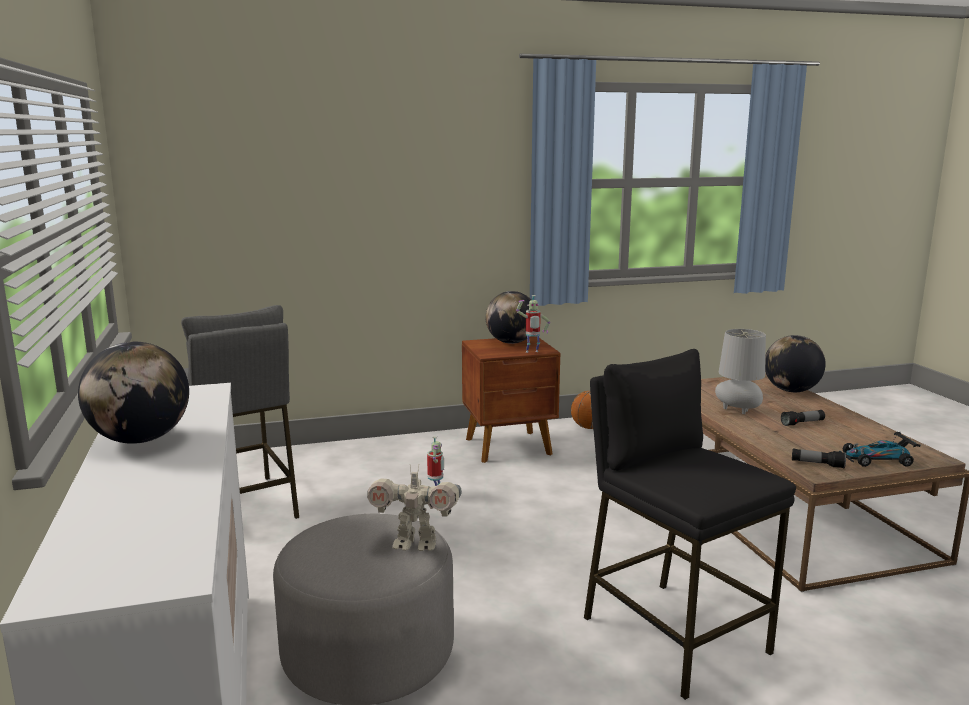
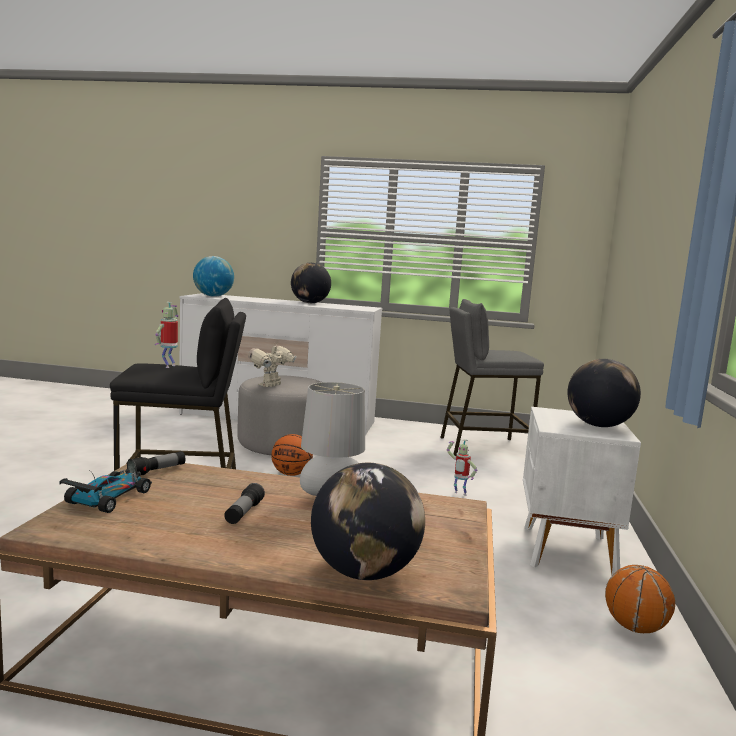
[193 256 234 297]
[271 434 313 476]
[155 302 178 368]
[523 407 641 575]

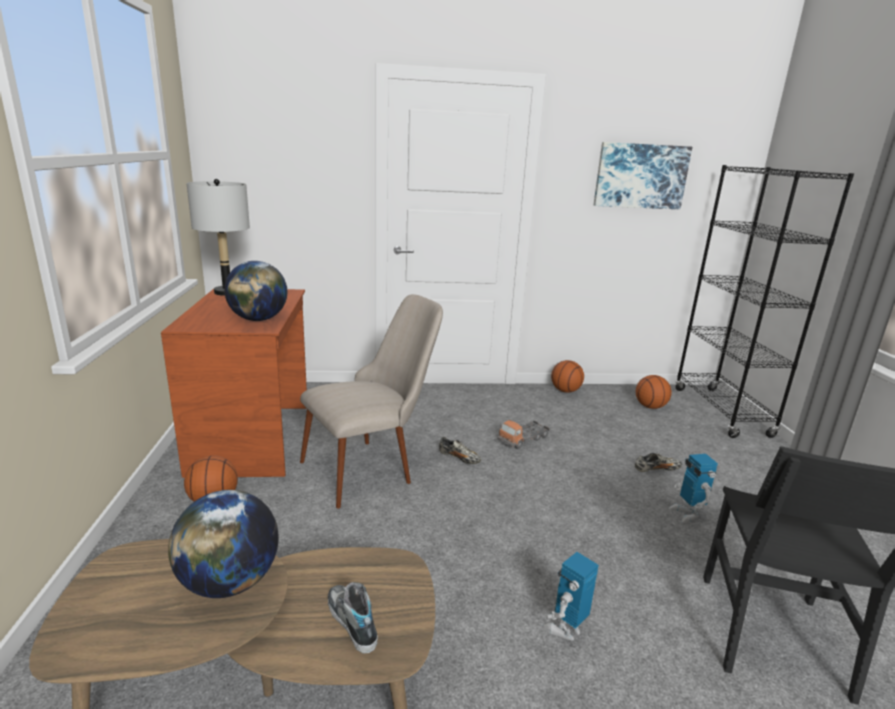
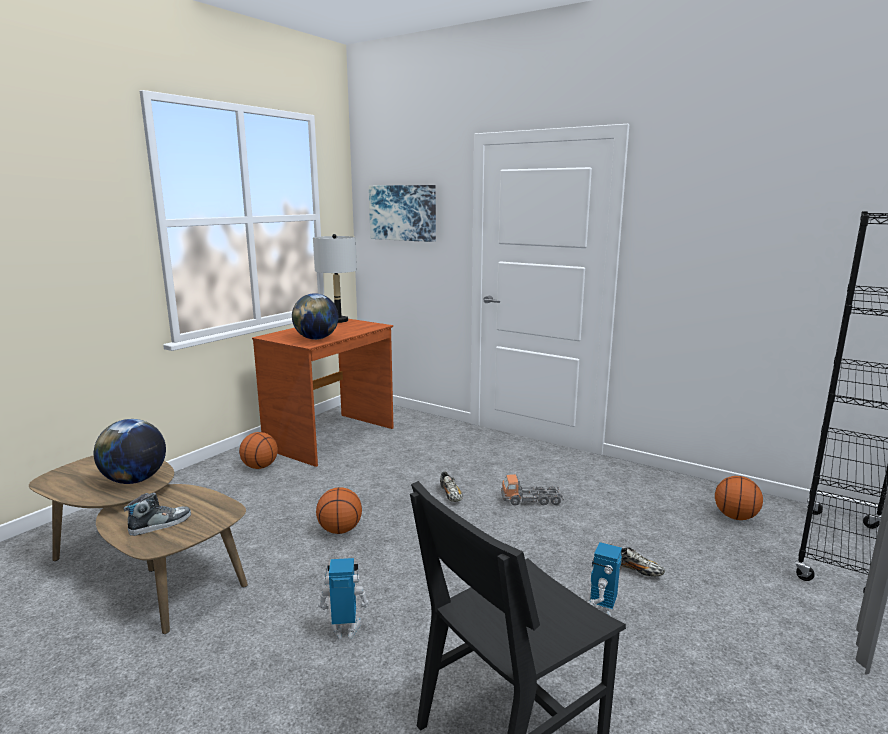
[300 294 443 509] (first image)
[316 487 362 534]
[369 185 436 242]
[124 493 191 536]

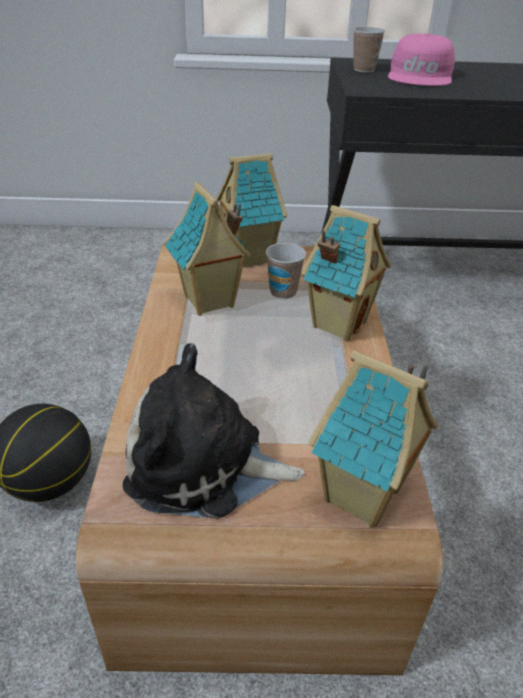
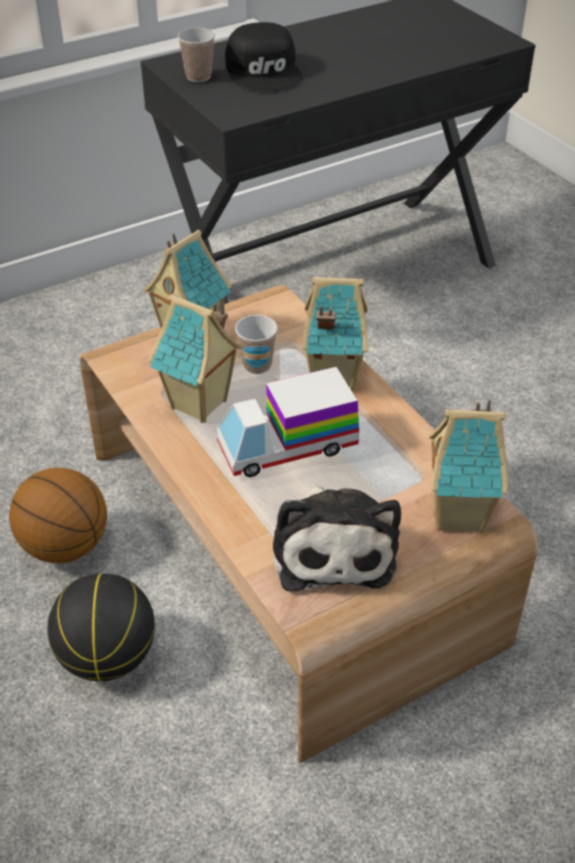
[9 468 107 563]
[217 367 359 477]
[225 22 303 91]
[273 485 401 592]

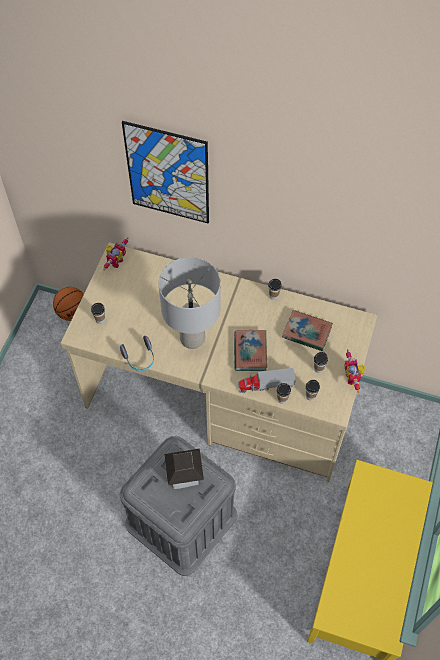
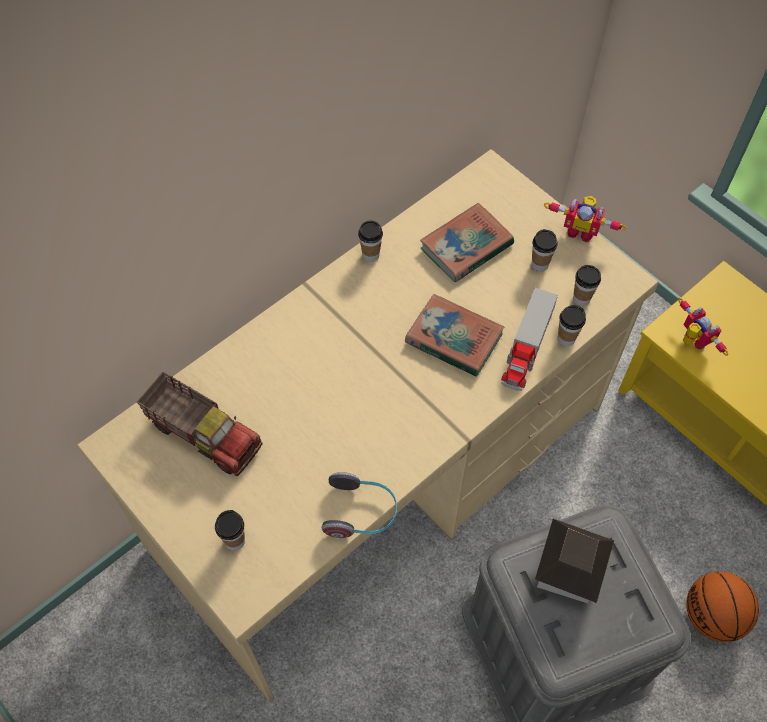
[122 121 209 224] (first image)
[158 257 221 349] (first image)
[137 371 263 476]
[686 571 759 642]
[678 298 728 356]

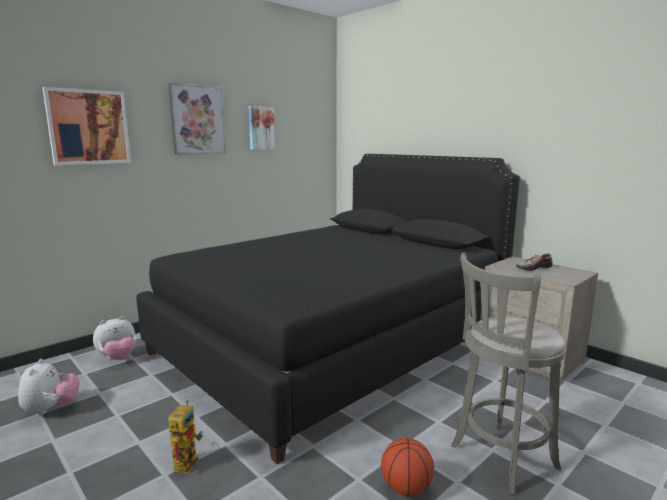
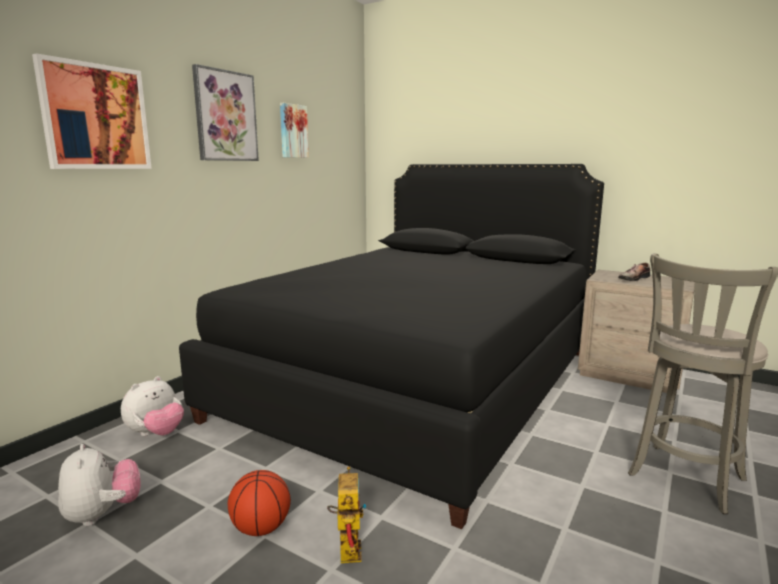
[228 470 291 536]

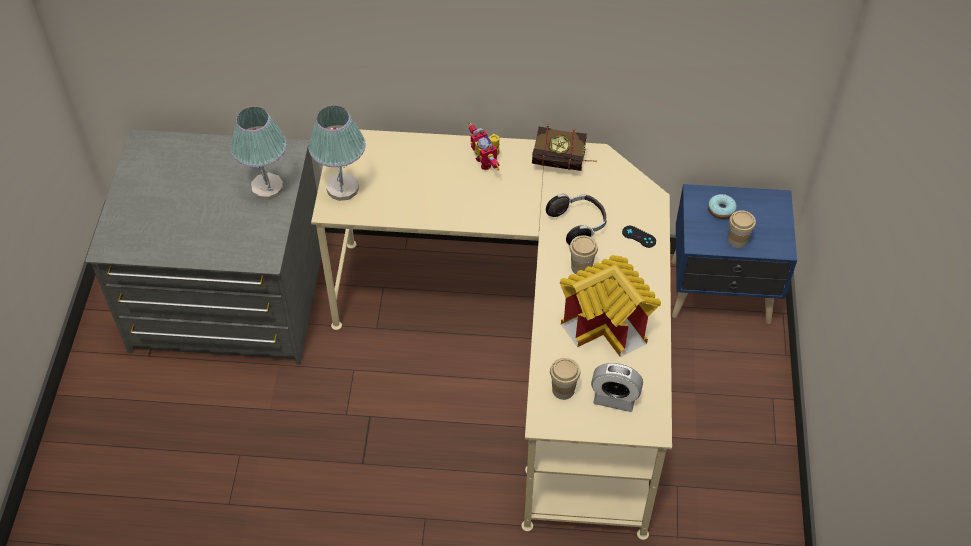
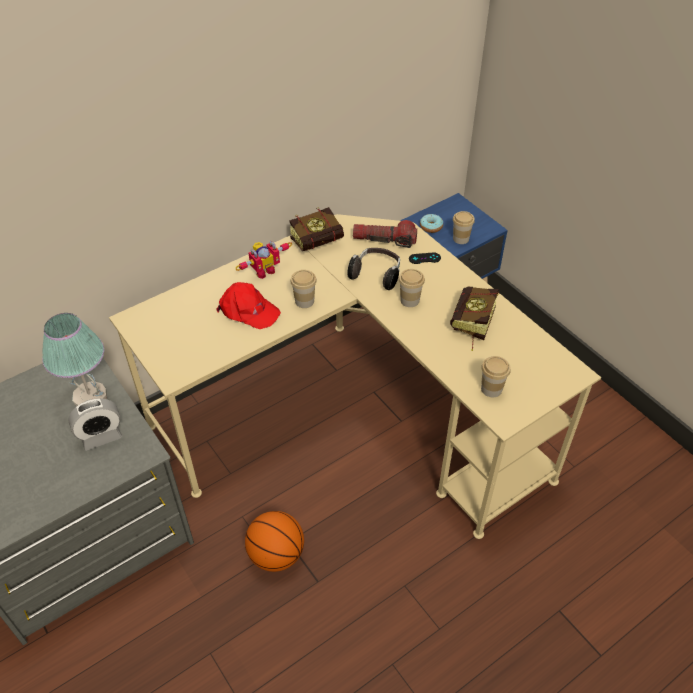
[308 106 366 201] (first image)
[216 282 281 329]
[245 511 304 572]
[290 270 317 308]
[353 220 417 248]
[68 398 122 451]
[450 286 499 351]
[236 241 292 279]

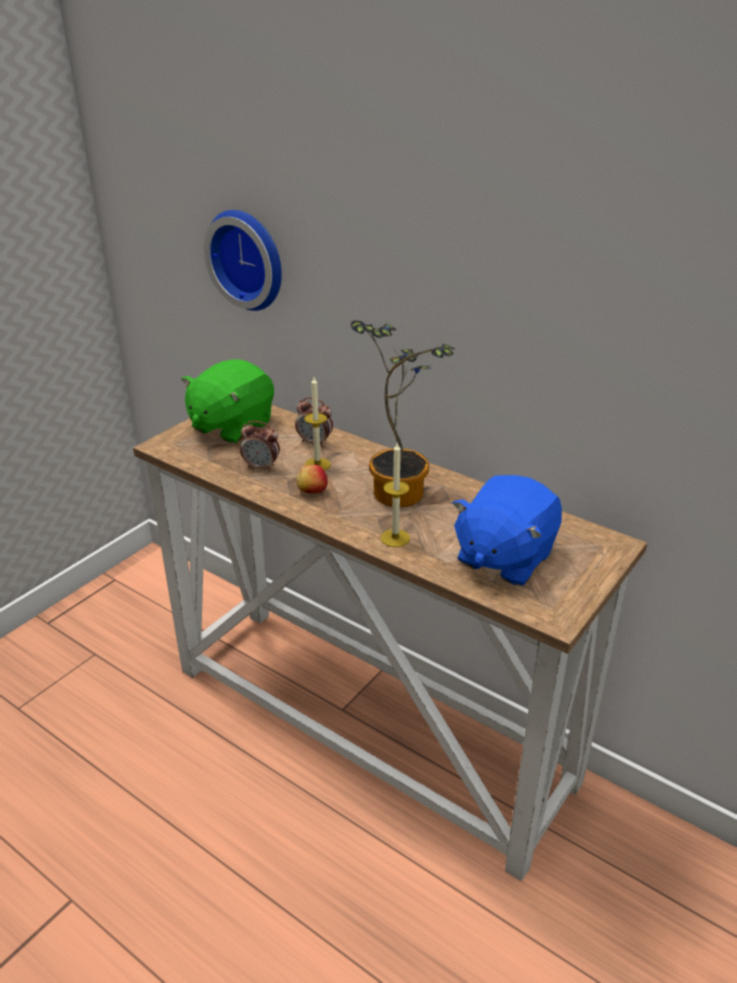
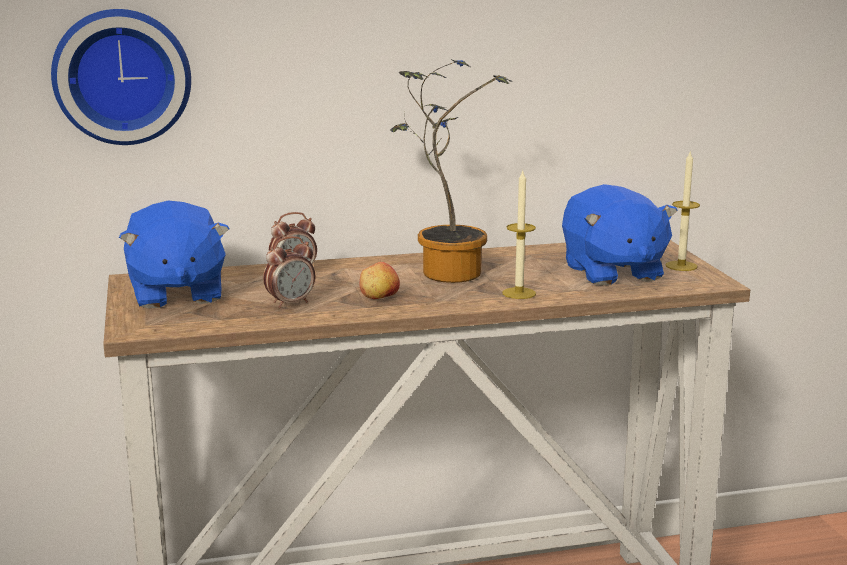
[665 150 700 271]
[119 200 230 309]

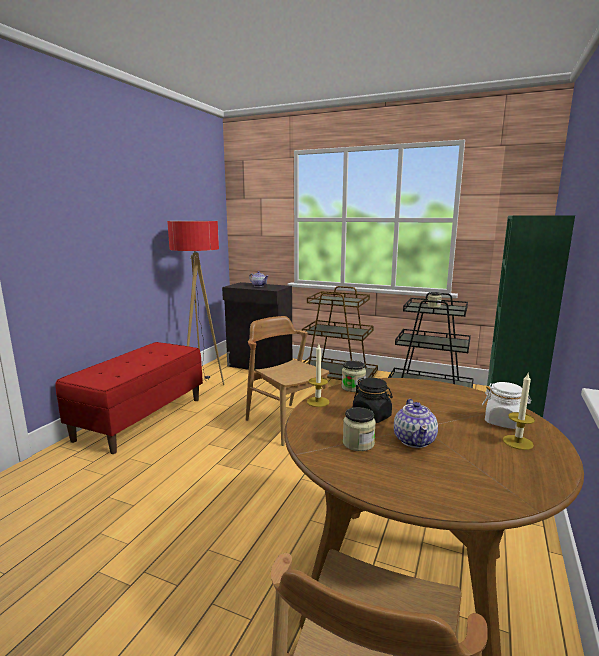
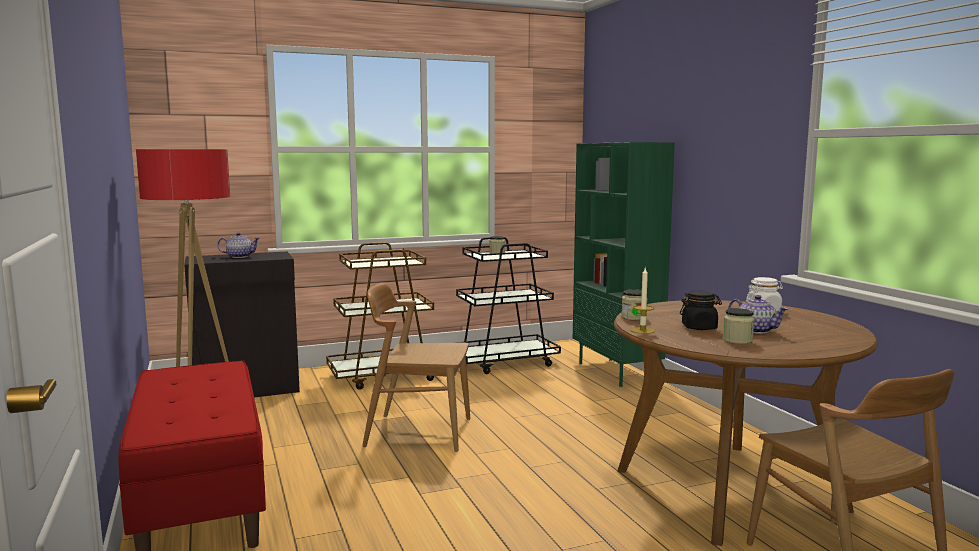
[503 373 535 450] (first image)

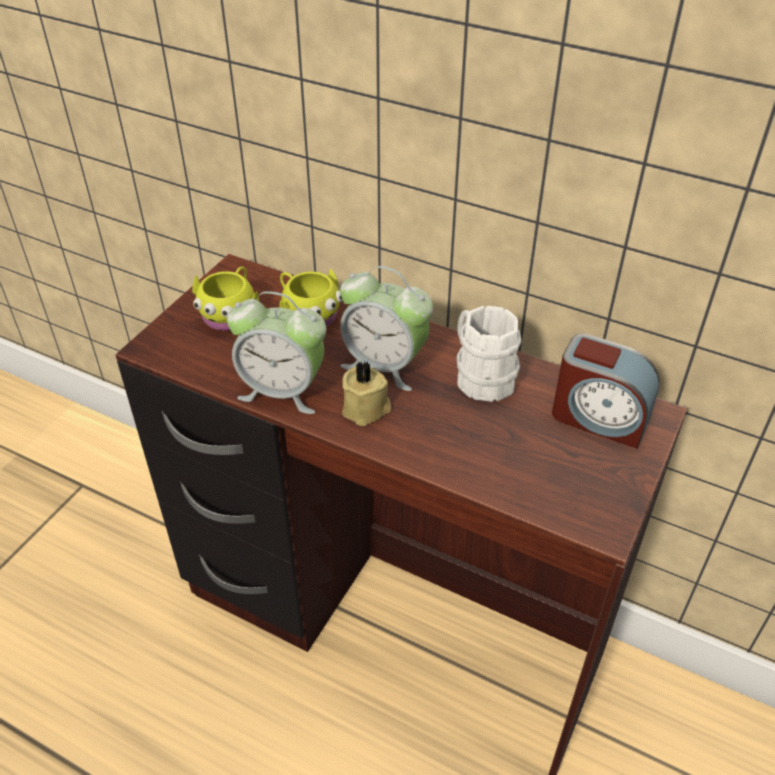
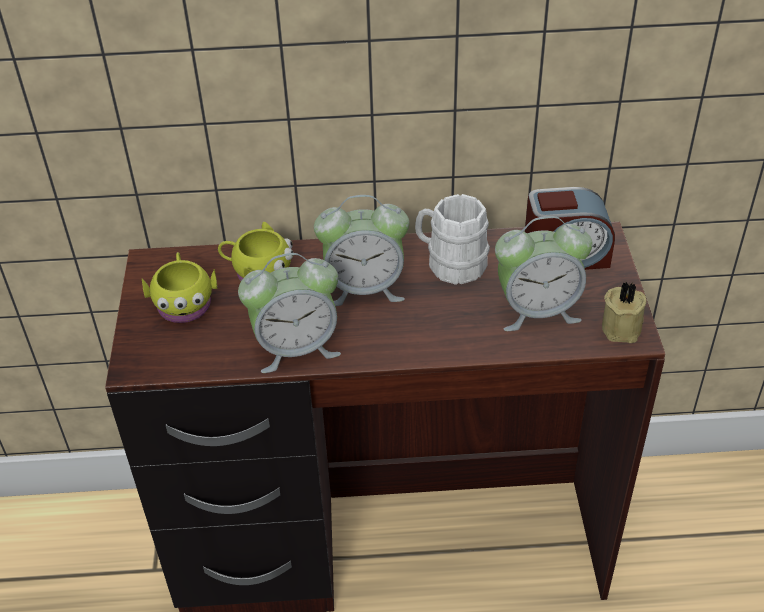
[495 216 593 331]
[602 282 647 343]

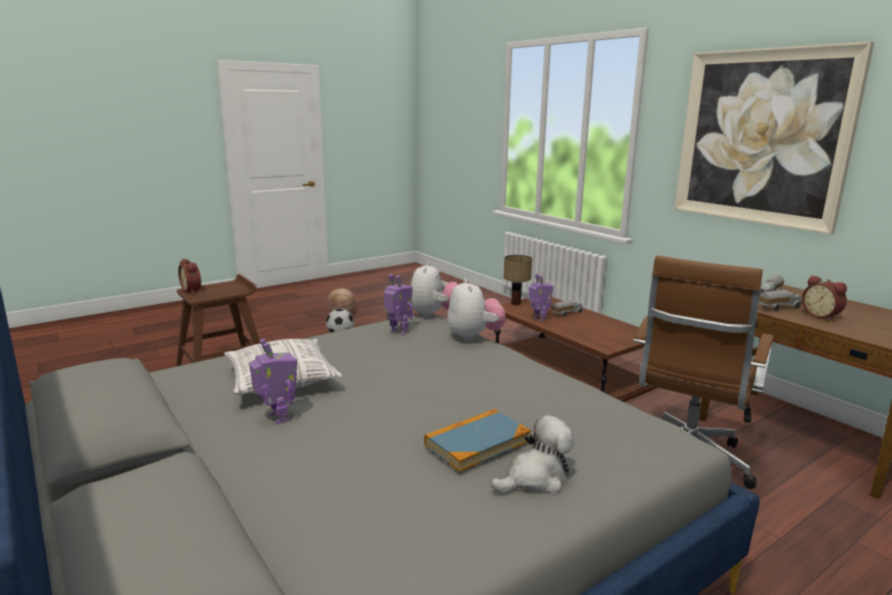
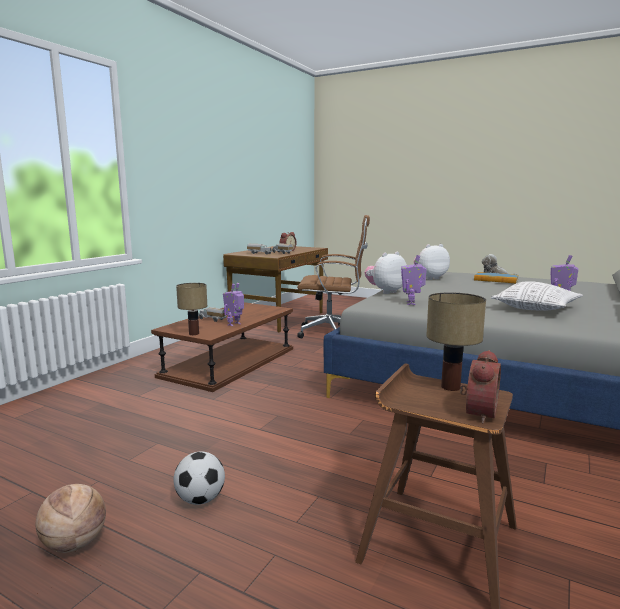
[674 41 874 234] (first image)
[426 292 486 391]
[414 244 450 280]

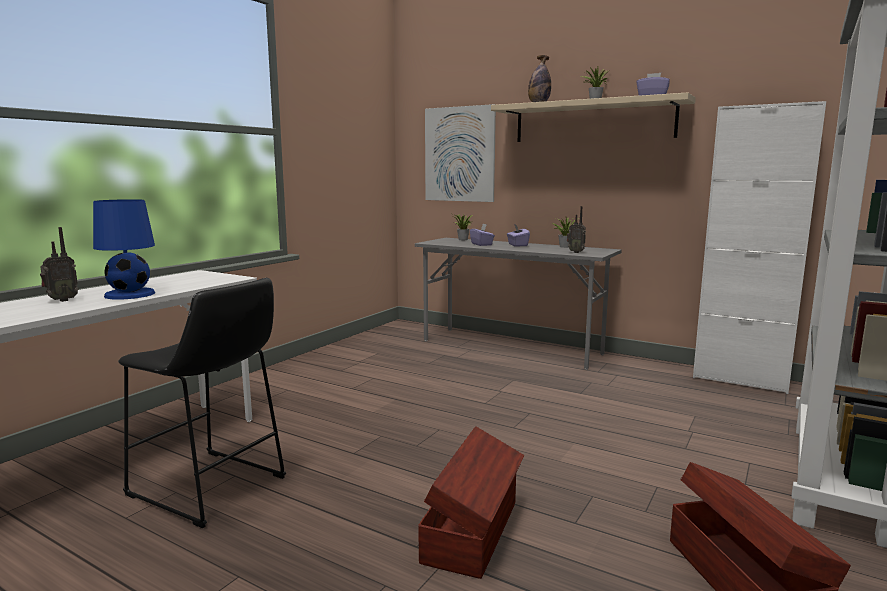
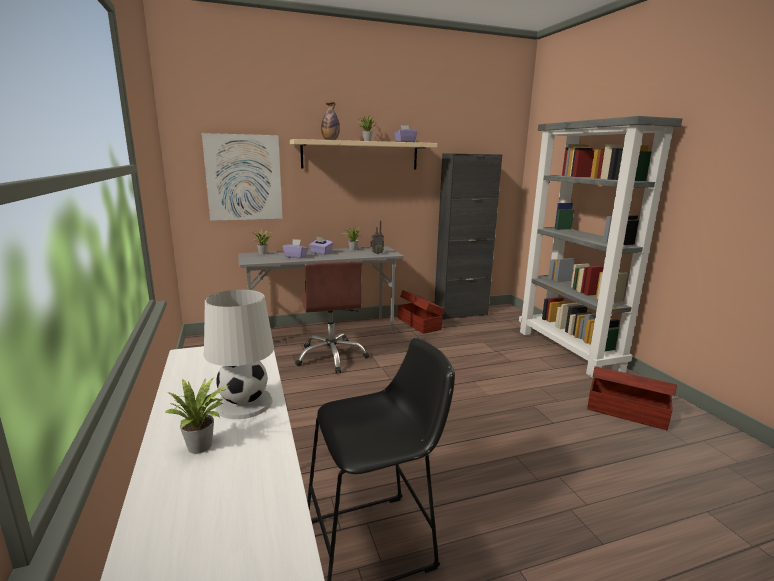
[295 261 369 373]
[398 290 445 334]
[165 378 229 454]
[204 290 274 419]
[435 153 502 320]

